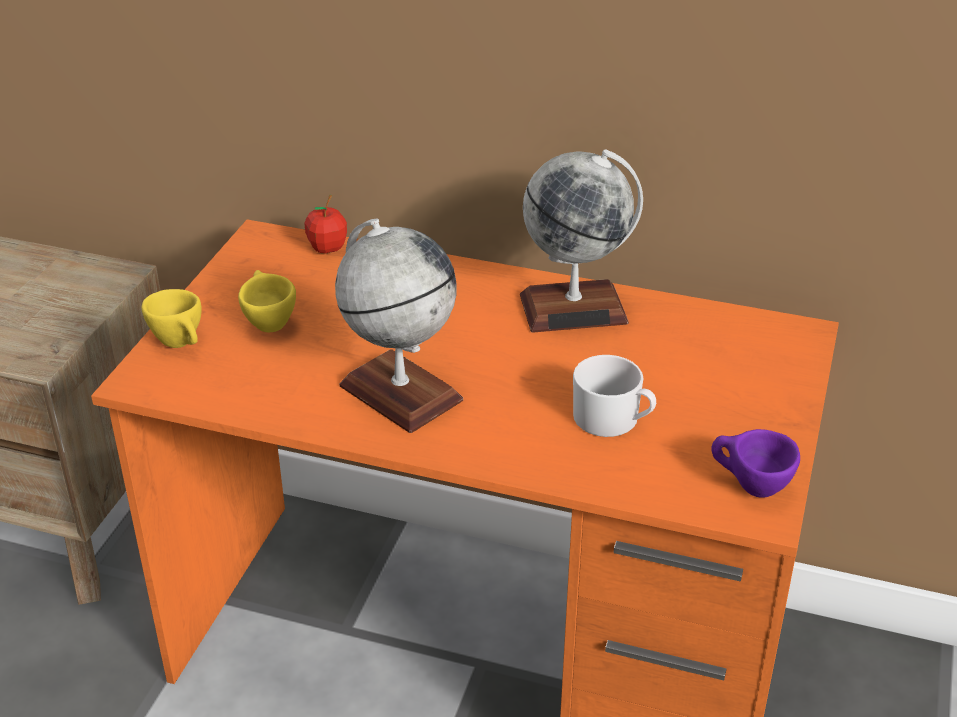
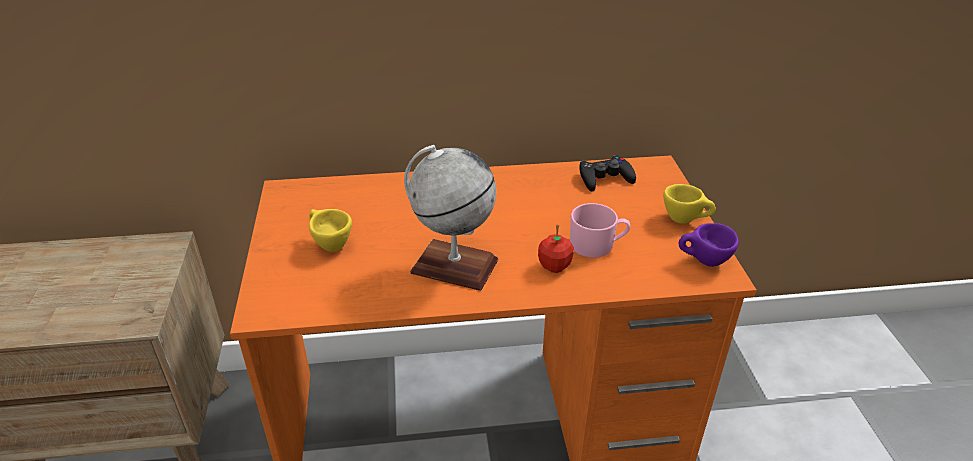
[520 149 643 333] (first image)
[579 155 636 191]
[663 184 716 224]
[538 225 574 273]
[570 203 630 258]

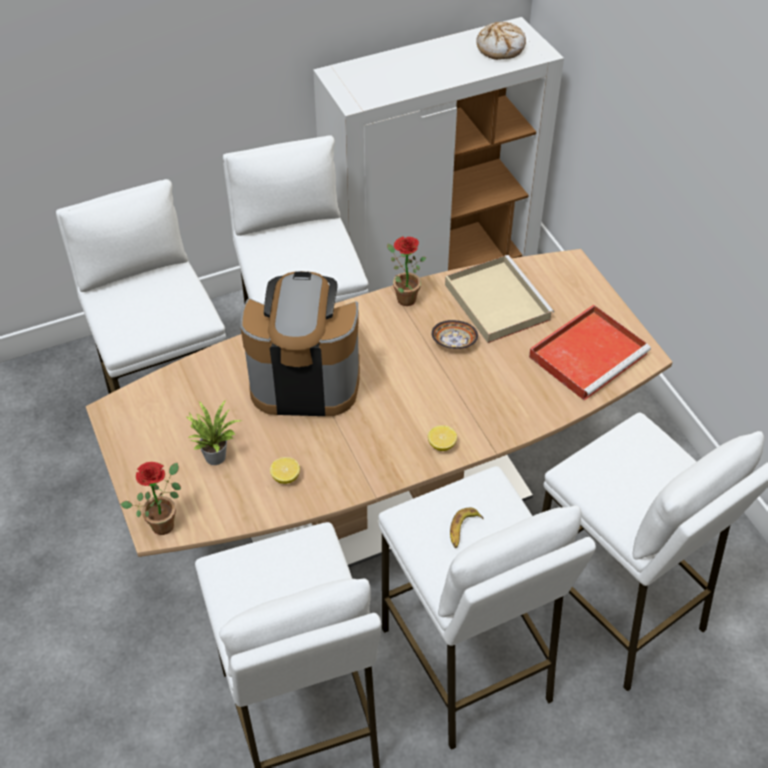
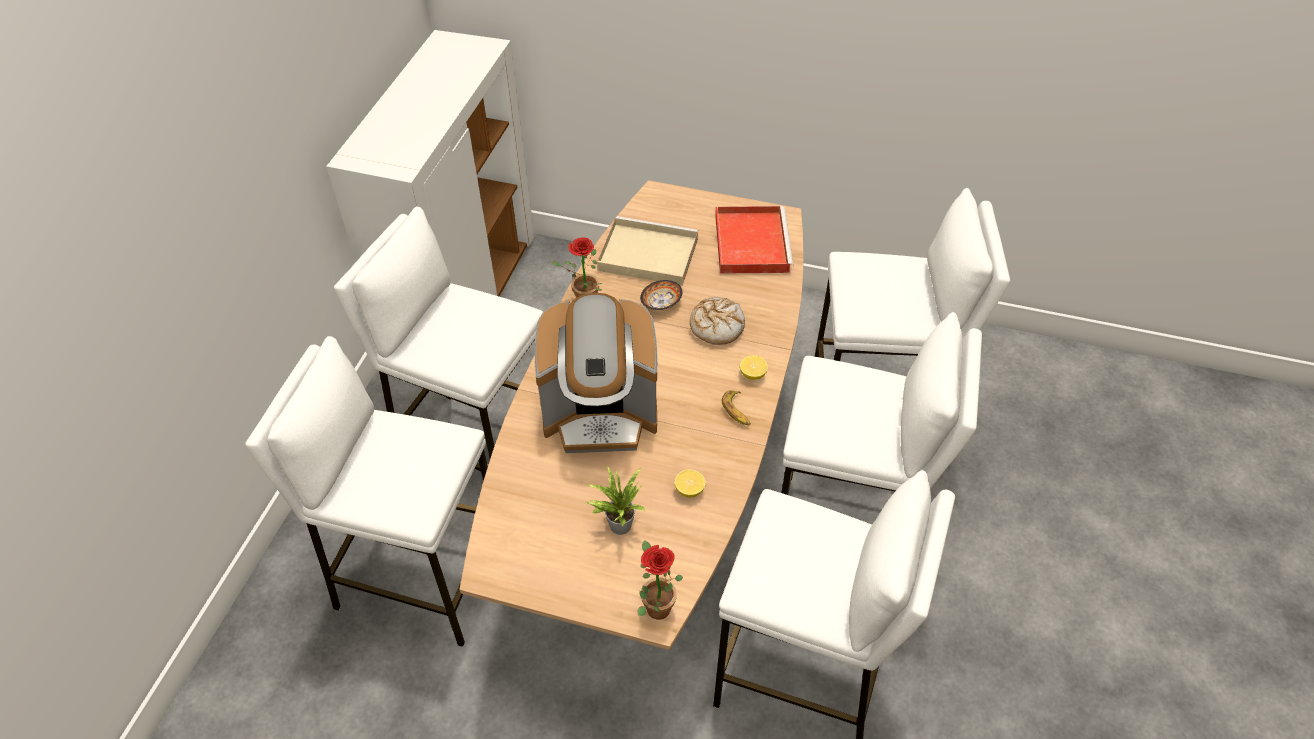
[722 390 750 425]
[690 297 745 345]
[535 293 657 453]

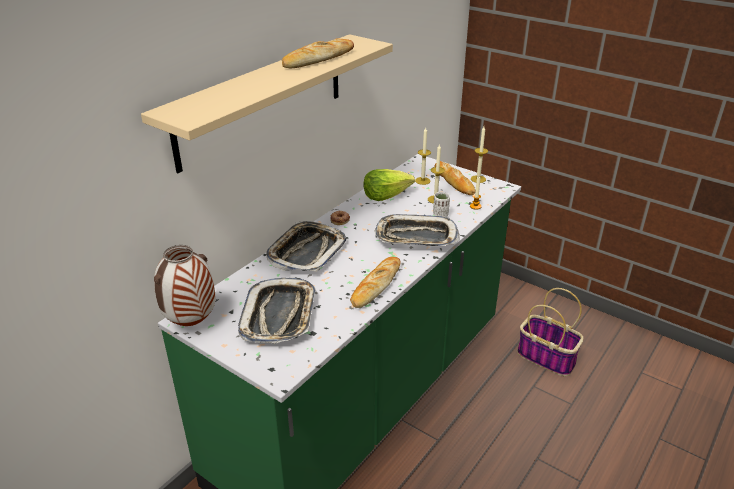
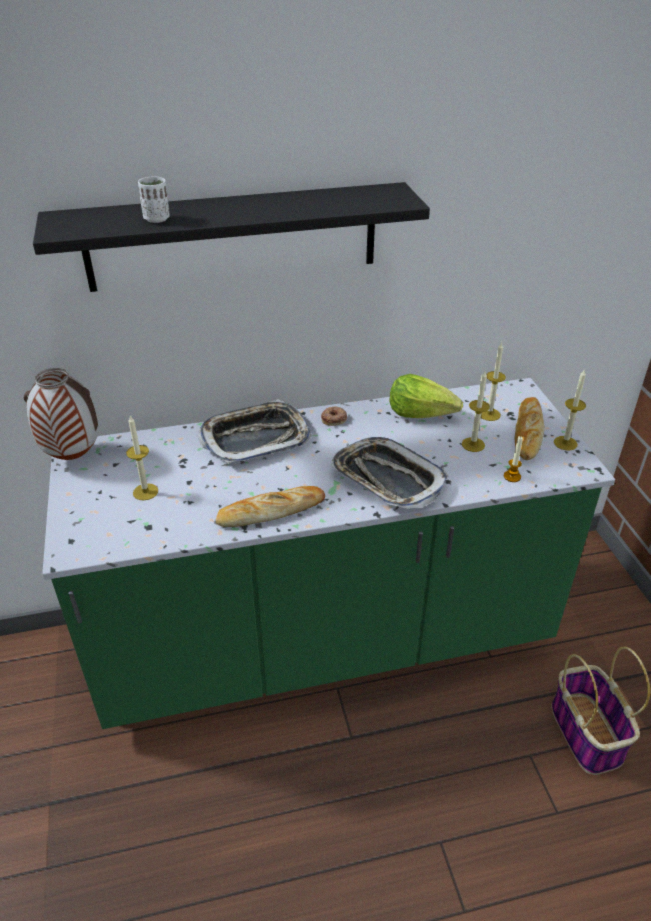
[282 38 354 69] (first image)
[138 176 170 223]
[126 416 158 500]
[33 182 430 292]

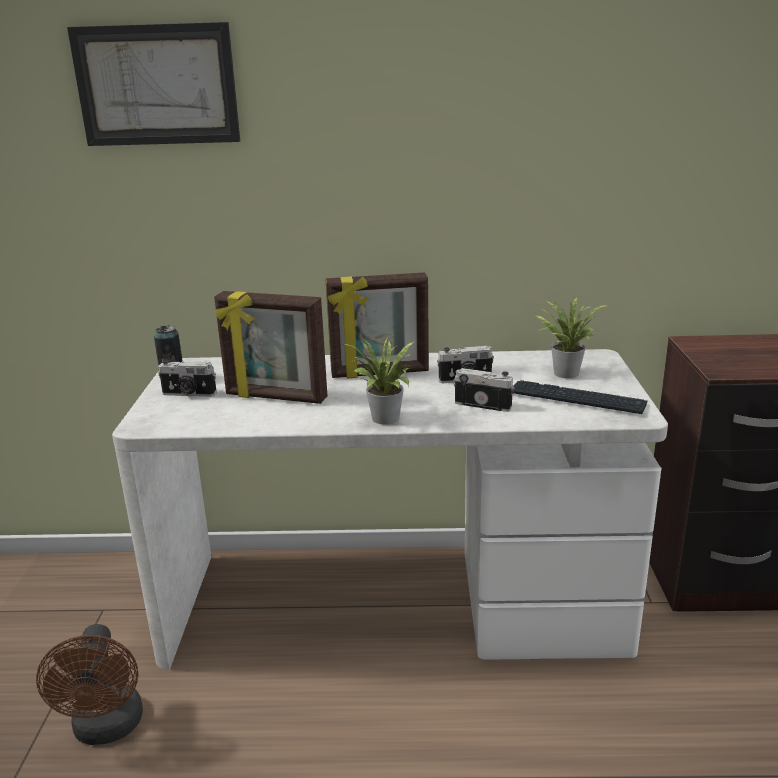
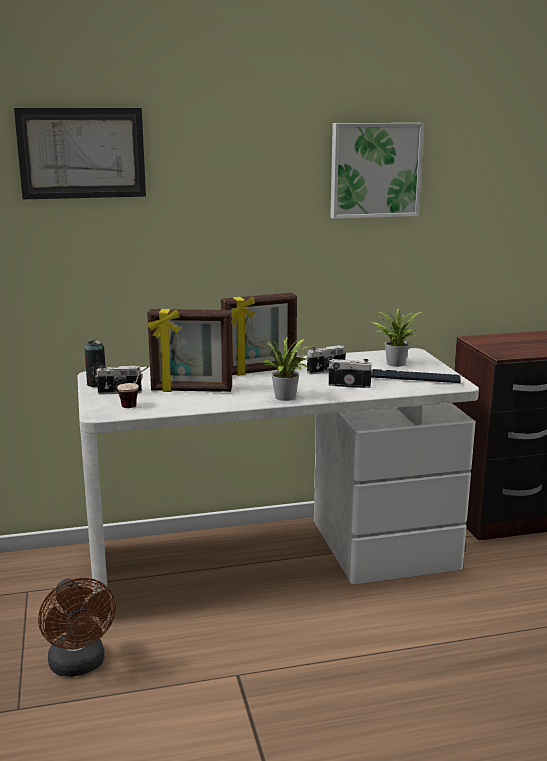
[117 366 149 408]
[330 123 424 219]

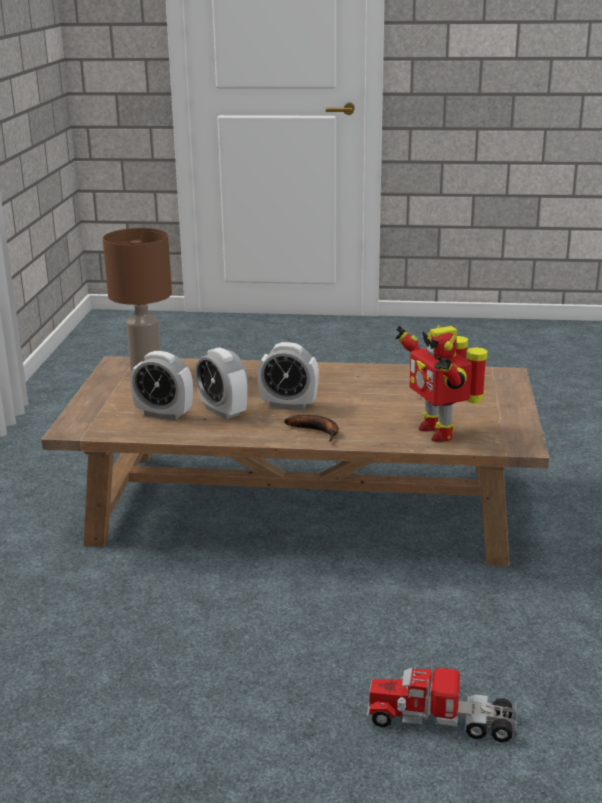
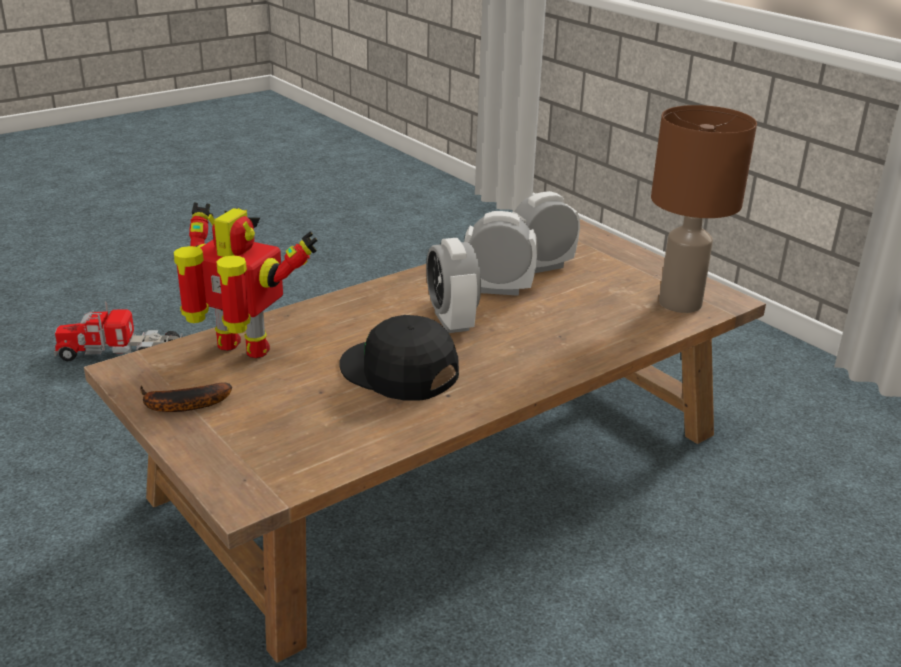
[339 315 459 401]
[140 382 232 412]
[426 238 481 333]
[54 301 183 361]

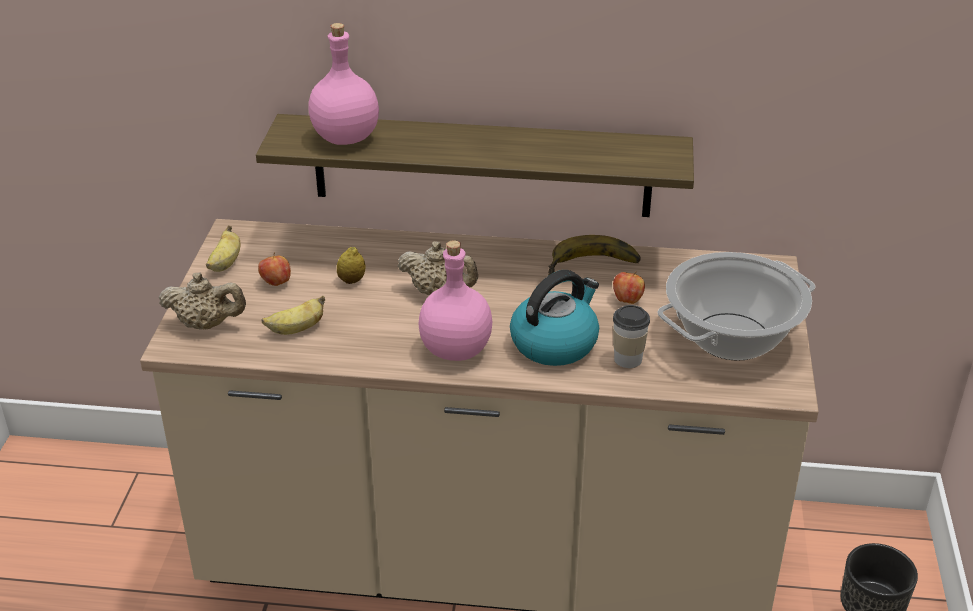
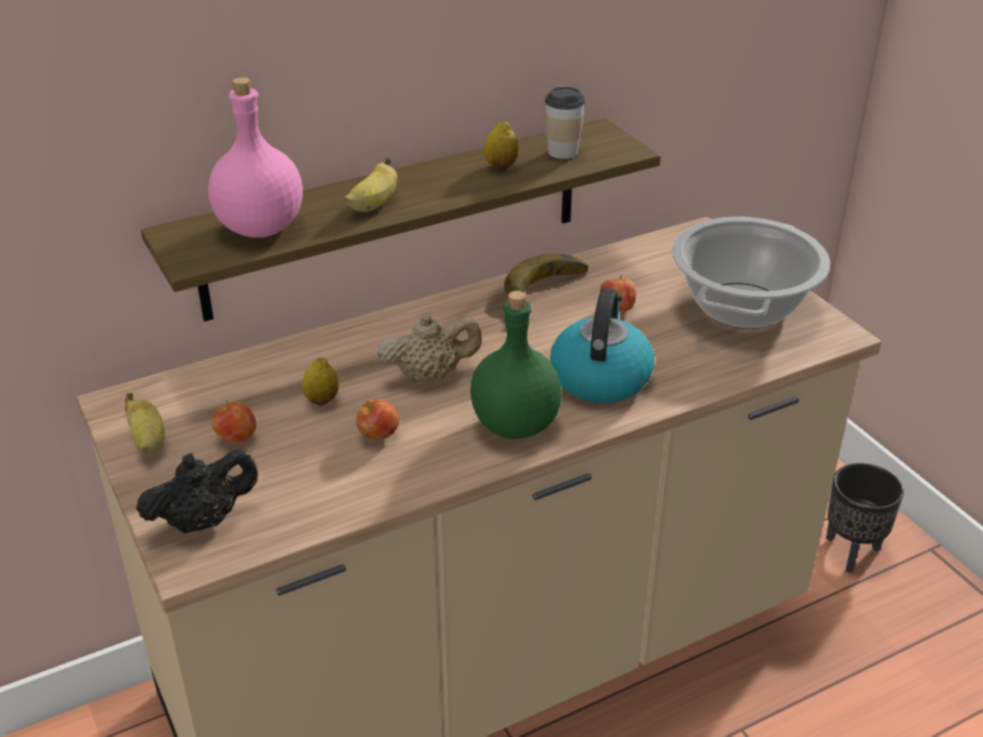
[356 399 399 439]
[484 121 519 170]
[344 157 397 212]
[545 87 585 159]
[136 449 258 534]
[470 291 562 439]

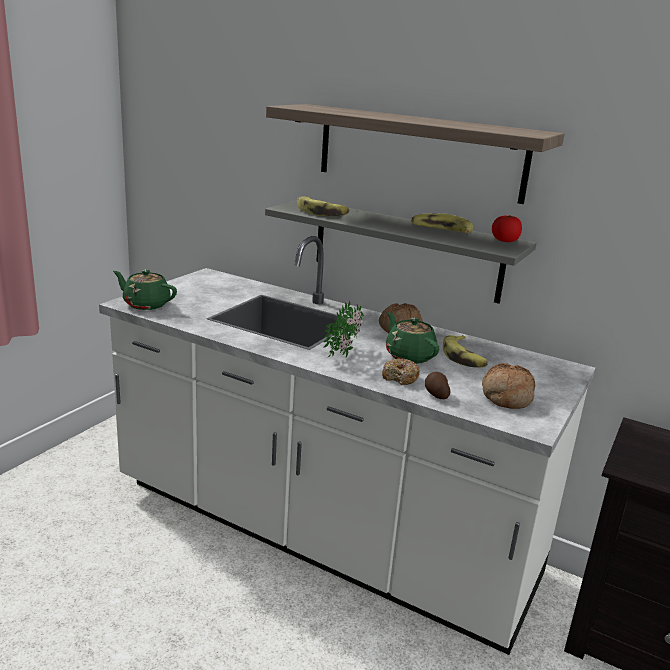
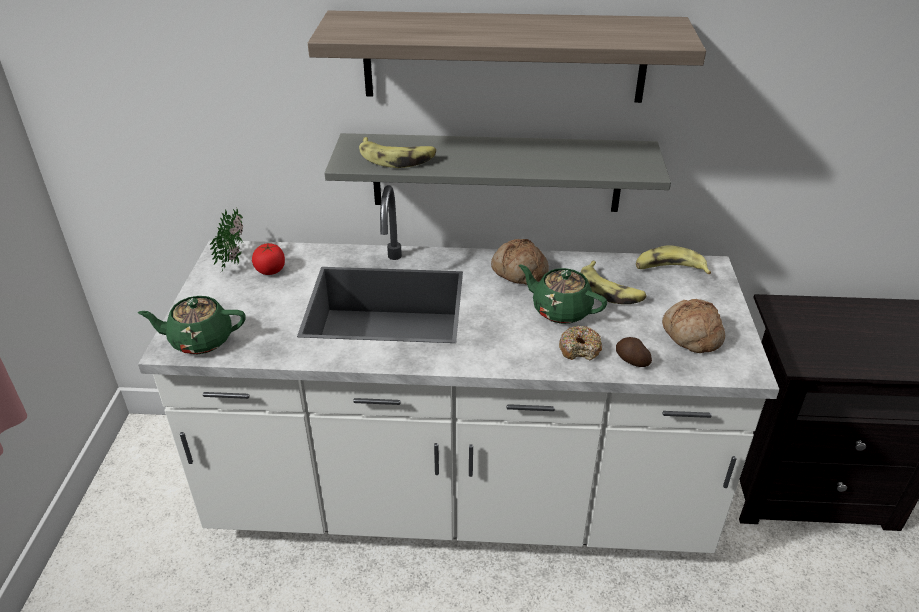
[210 207 243 271]
[636 245 711 274]
[252 243 285 275]

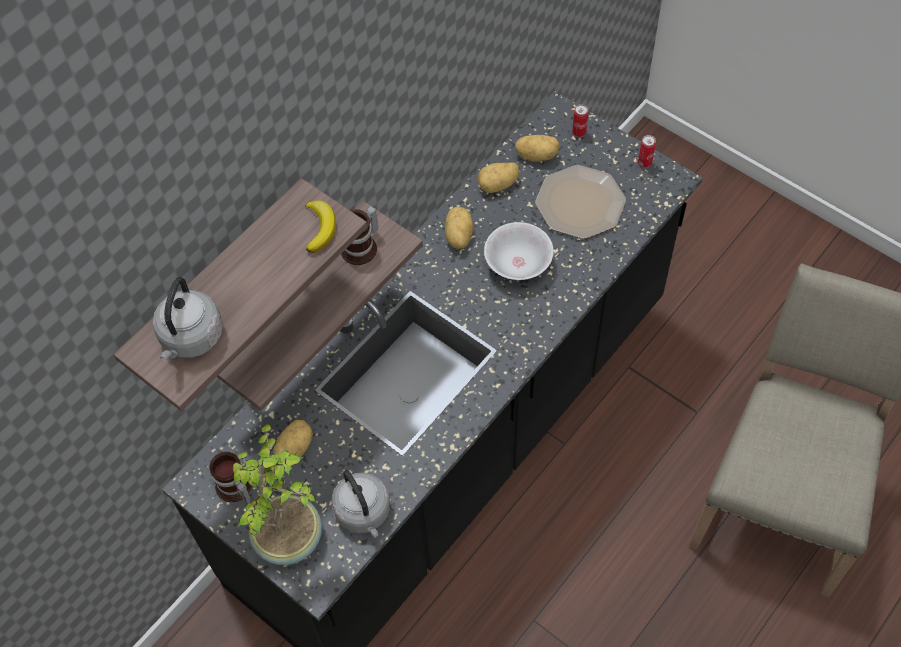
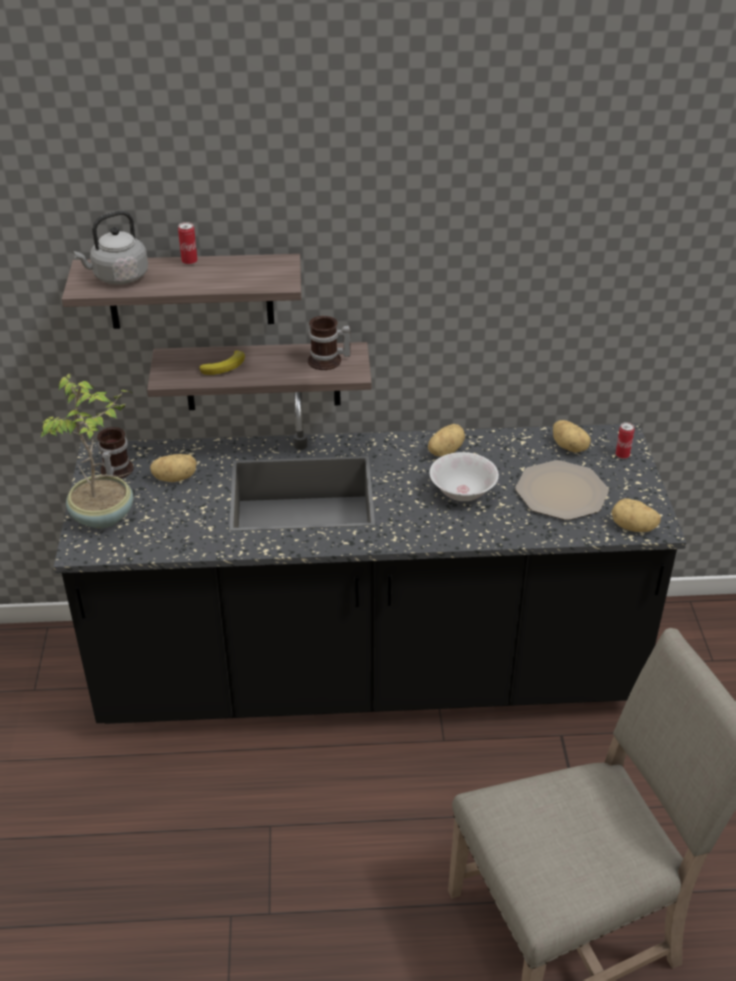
[332 470 390 538] (first image)
[199 350 245 375]
[612 498 661 532]
[178 222 198 265]

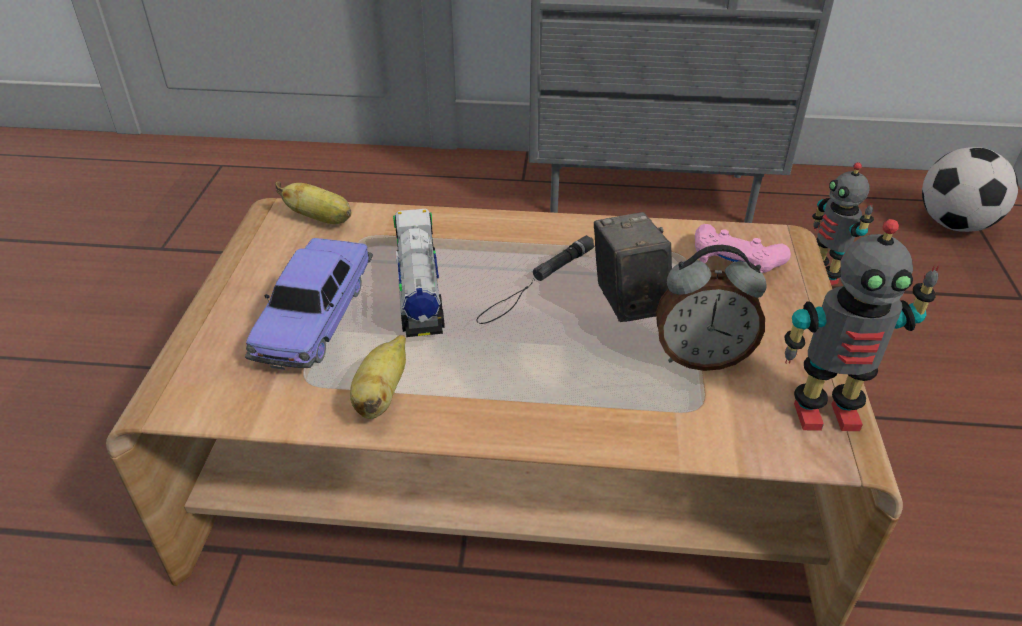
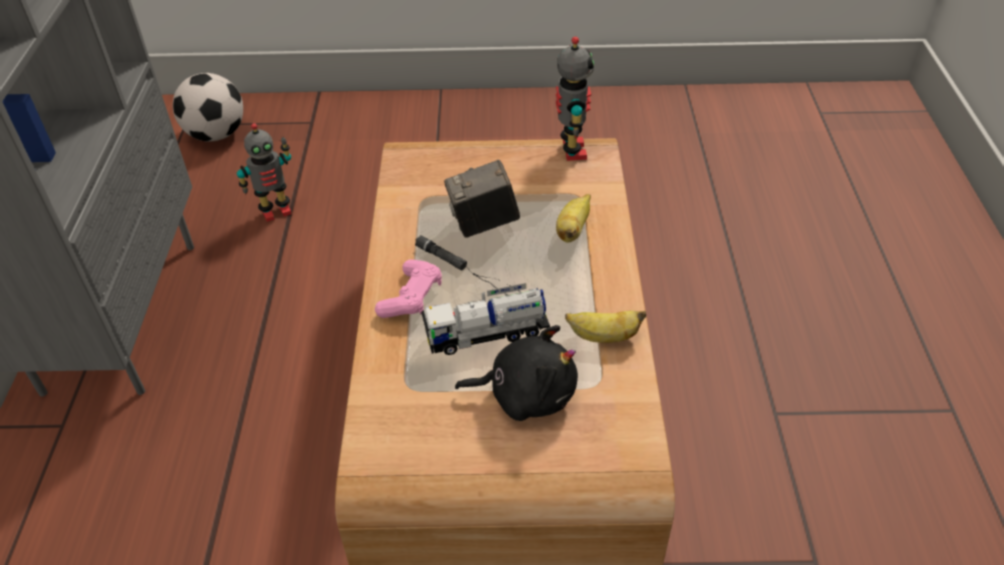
[656 245 767 371] (first image)
[556 194 591 243]
[375 260 442 318]
[455 325 578 421]

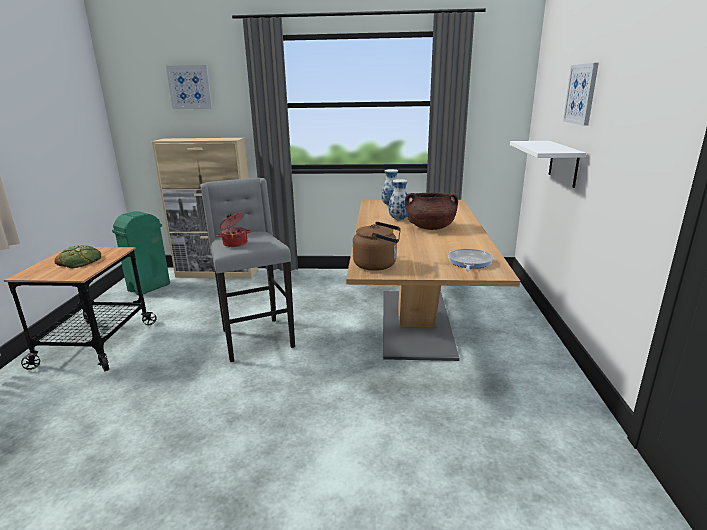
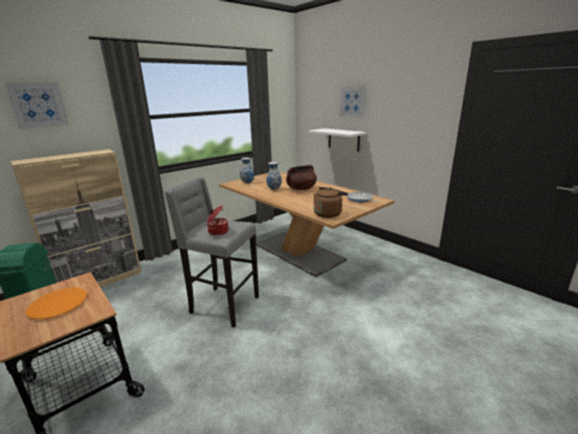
[26 288 87 319]

